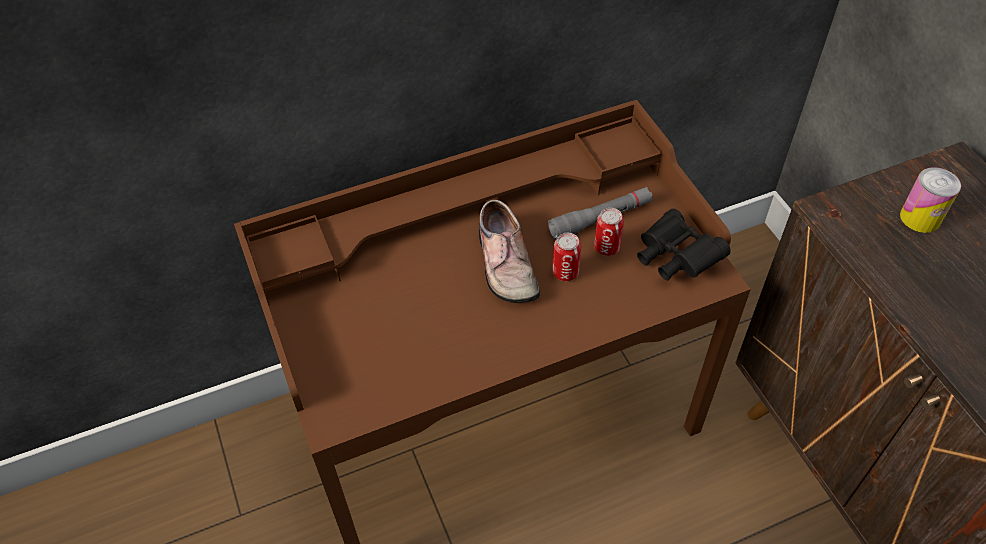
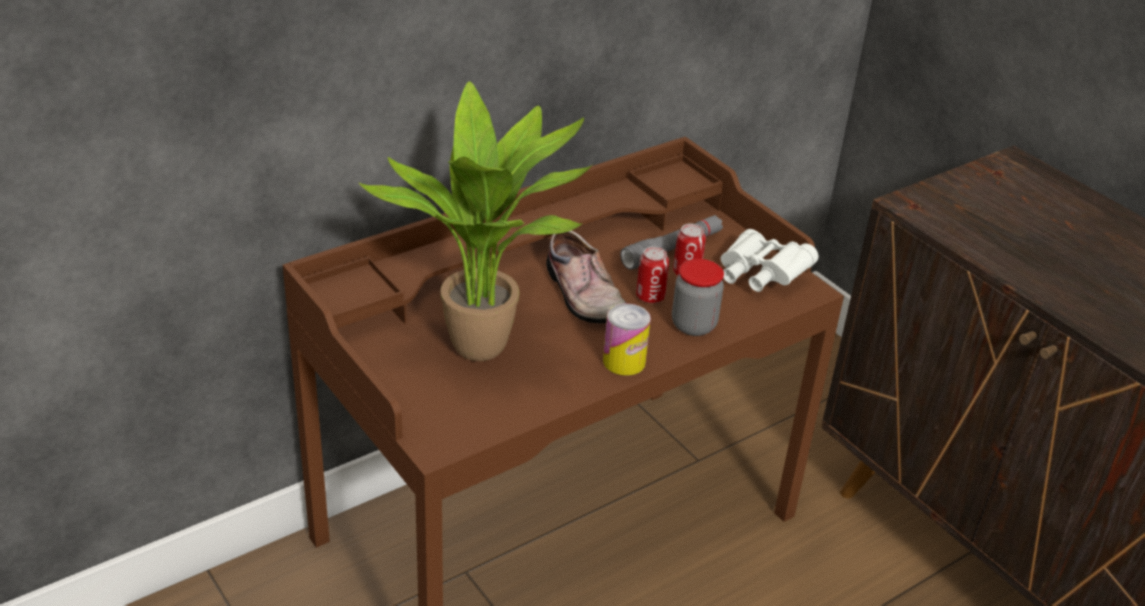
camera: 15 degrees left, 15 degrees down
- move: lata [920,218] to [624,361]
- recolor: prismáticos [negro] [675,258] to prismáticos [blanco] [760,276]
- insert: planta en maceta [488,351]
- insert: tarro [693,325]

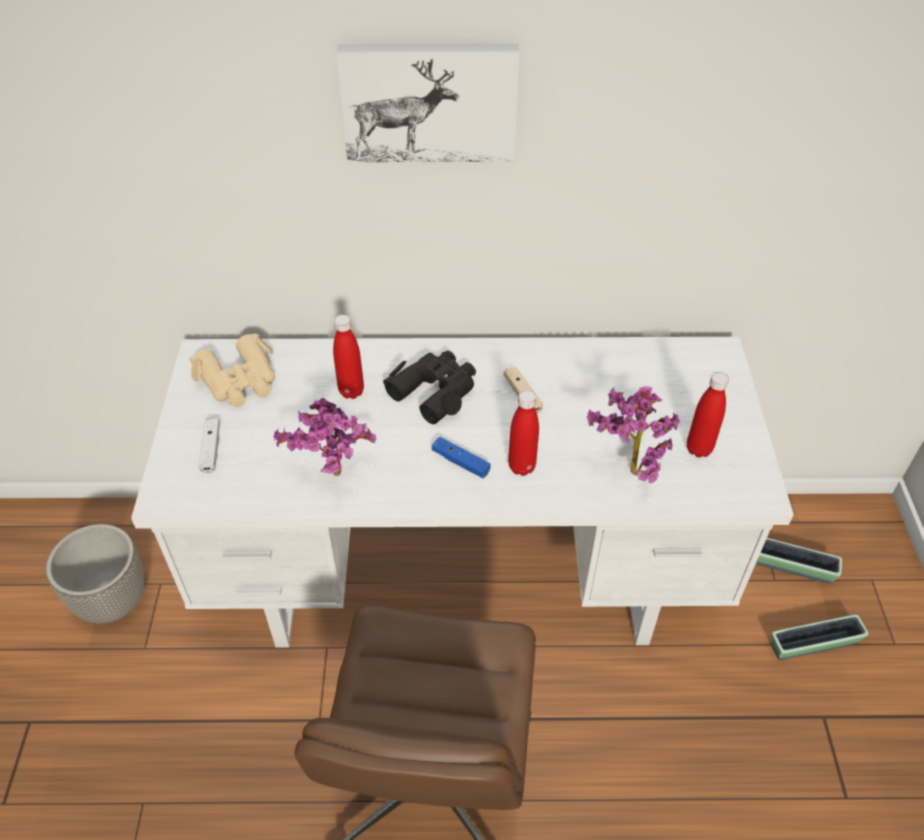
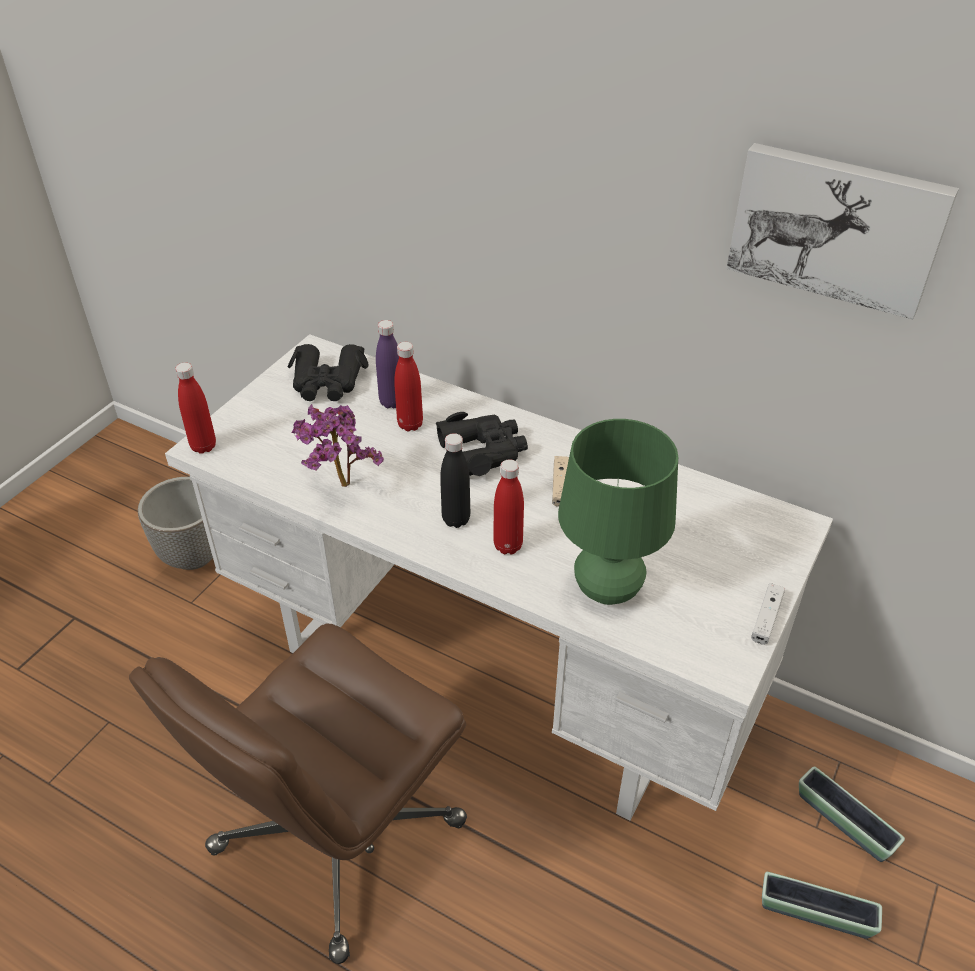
camera: 30 degrees right, 5 degrees down
- move: cuadro [429,100] to [836,227]
- recolor: prismáticos [beis] [240,380] to prismáticos [negro] [327,382]
- move: botella [rojo] [699,449] to [203,446]
- replace: planta en maceta [627,469] to lámpara de mesa [verde] [607,590]
- move: mando de consola [blanco] [211,450] to [766,618]
- replace: mando de consola [azul] [460,462] to botella [negro] [456,519]
- insert: botella [morado] [391,402]

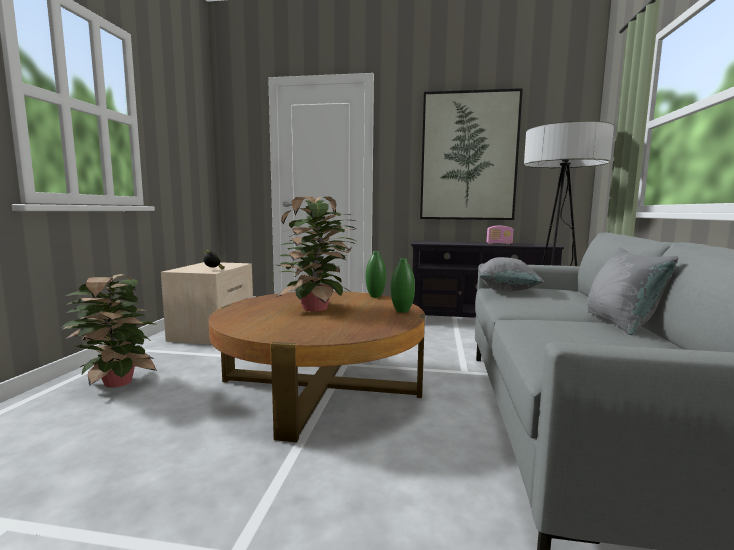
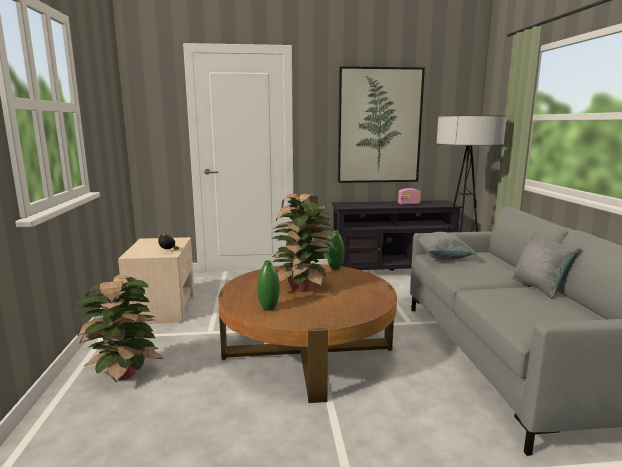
camera: 15 degrees left, 5 degrees up
- move: florero [verde] [402,311] to [268,308]

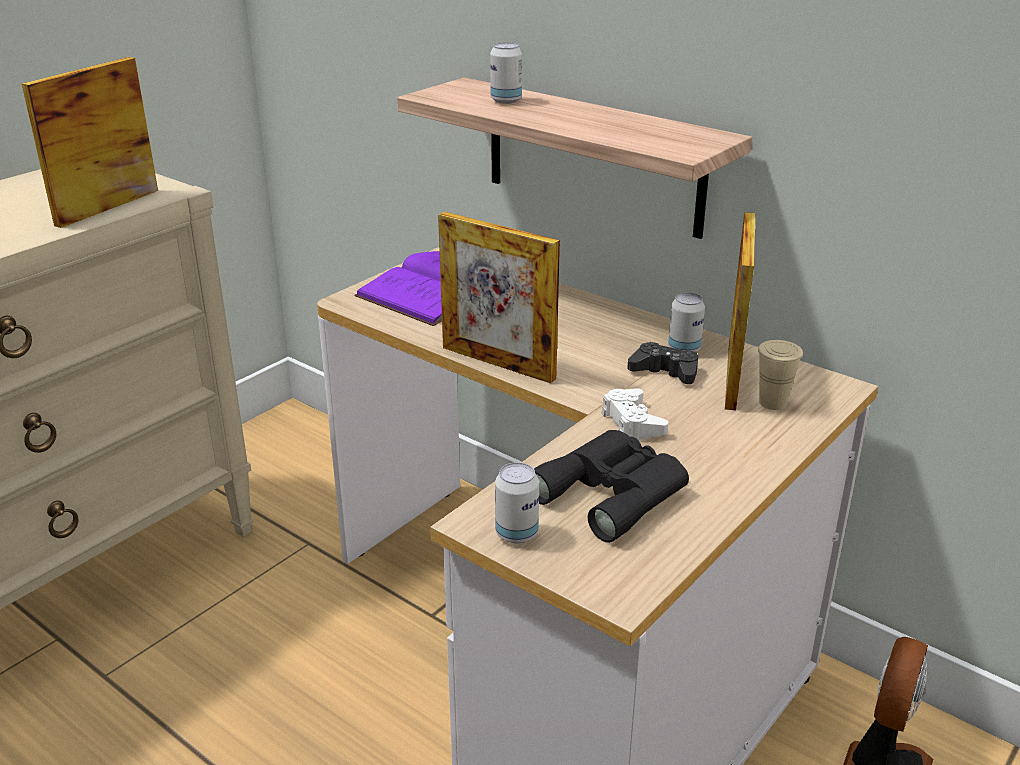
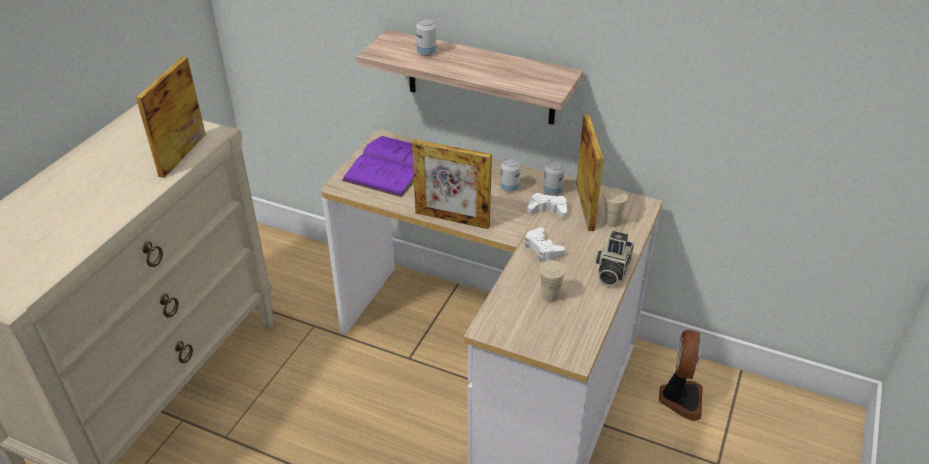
camera: 15 degrees left, 10 degrees up
- recolor: mando de consola [negro] [665,371] to mando de consola [blanco] [548,209]
- replace: prismáticos [negro] [614,492] to taza [beis] [550,296]
- move: lata [516,534] to [509,188]
- insert: cámara [611,271]

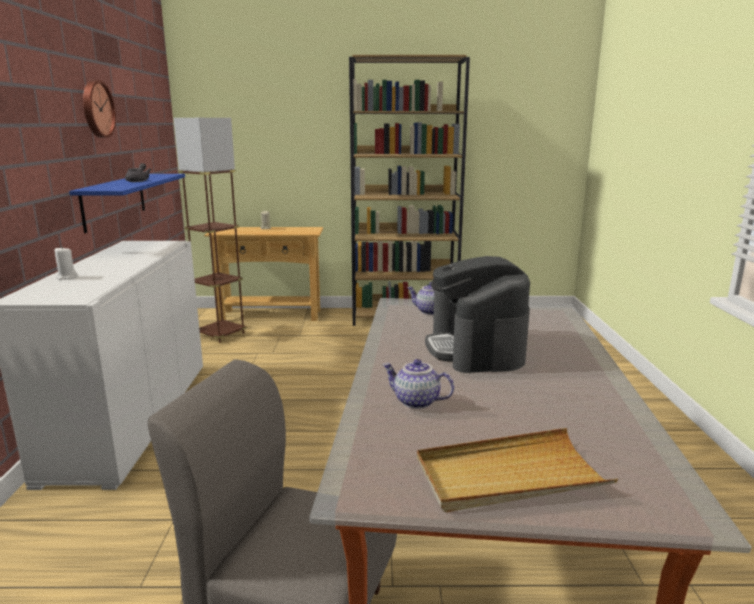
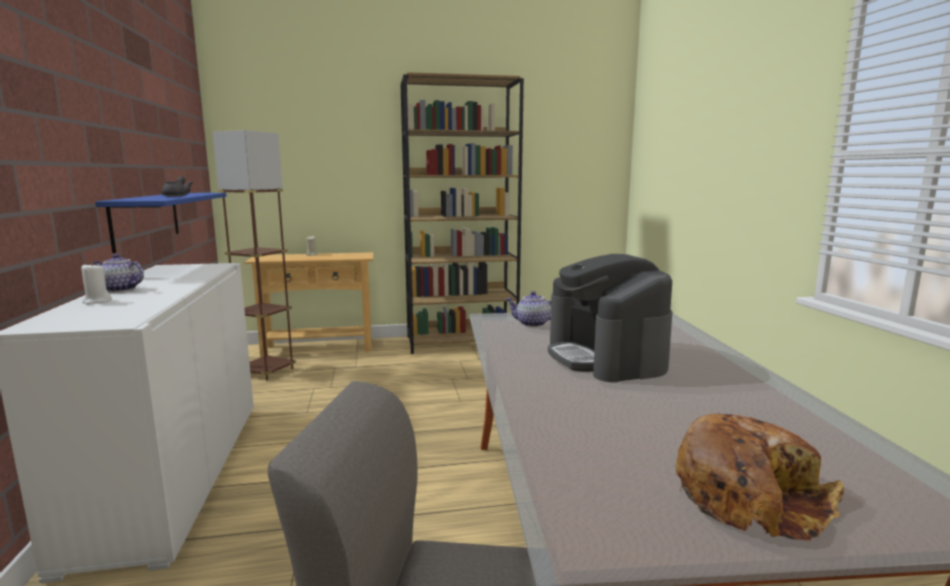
camera: 10 degrees left, 5 degrees down
- delete: reloj de pared [96,109]
- move: tetera [415,402] to [119,289]
- replace: bandeja [beis] [509,475] to pan [750,495]

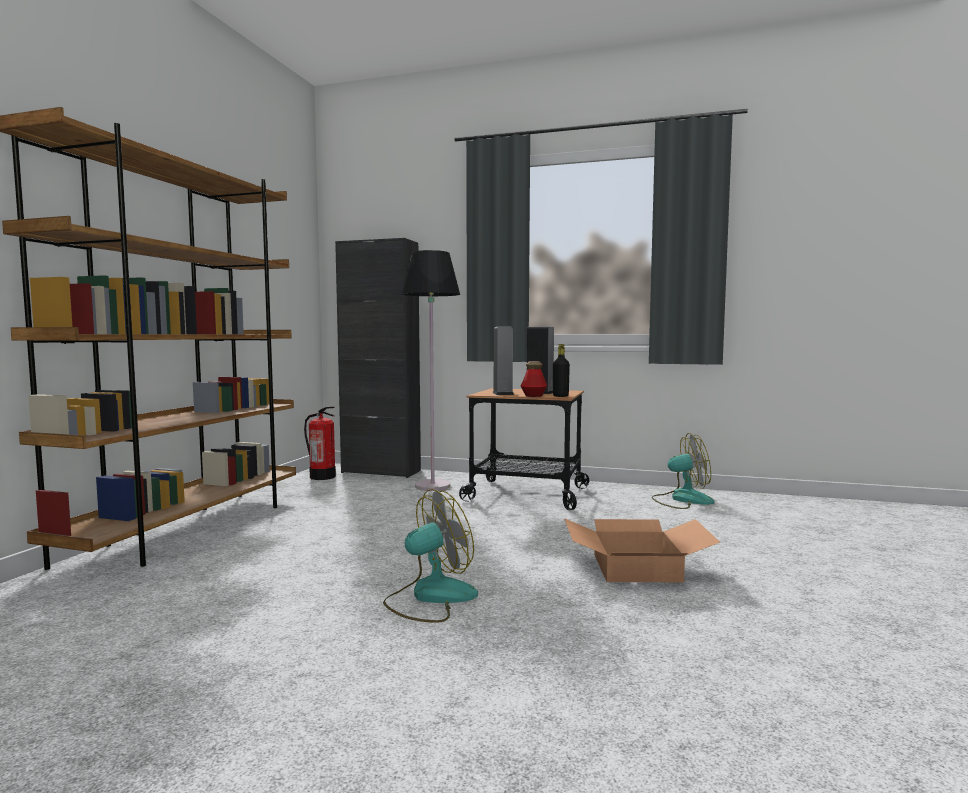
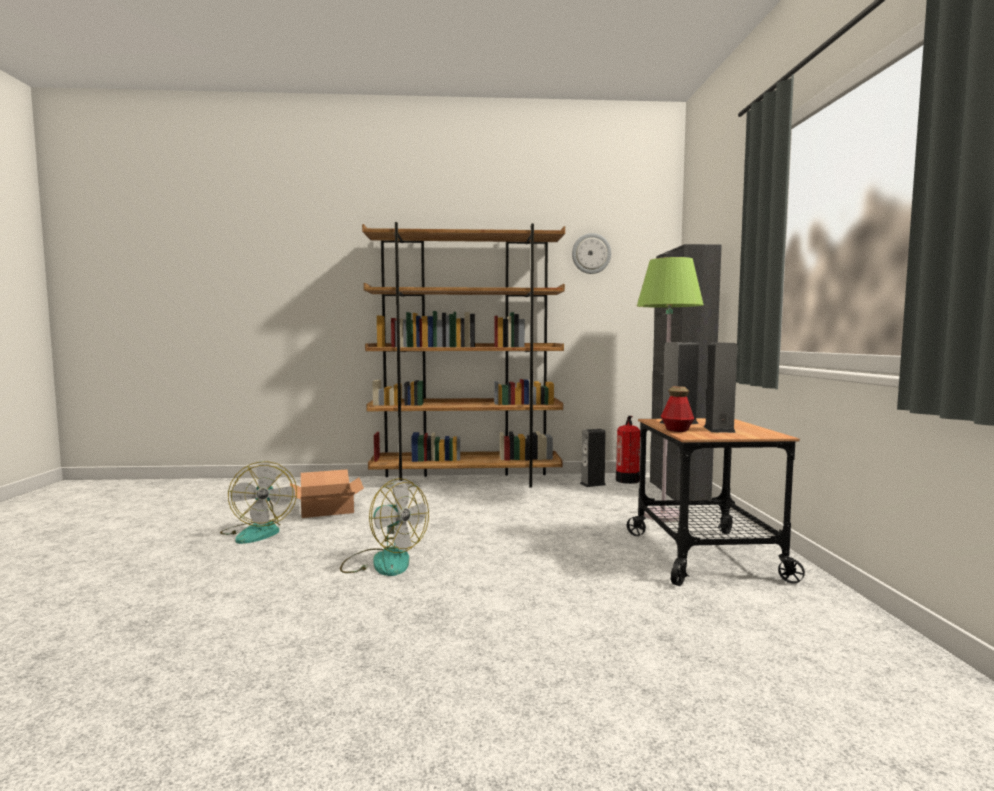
camera: 70 degrees right, 0 degrees up
- recolor: lámpara de pie [negro] [433,486] to lámpara de pie [verde] [663,515]
- delete: botella [negro] [560,396]
- move: ventilador [682,499] to [258,532]
- move: caja de cartón [635,568] to [326,508]
- insert: reloj de pared [591,253]
- insert: altavoz [593,484]

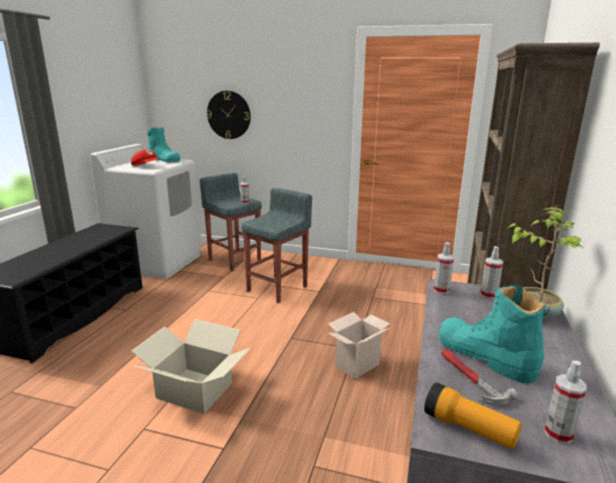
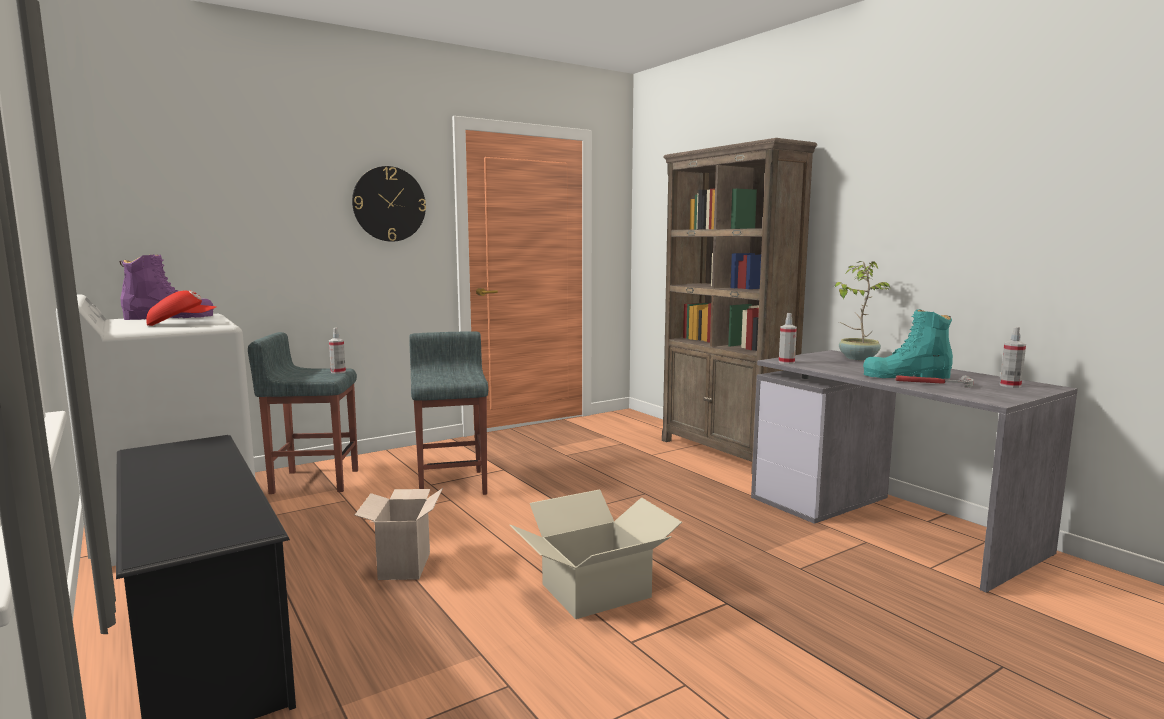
camera: 50 degrees left, 10 degrees down
- move: reloj de pared [229,115] to [389,204]
- recolor: bota [turquesa] [164,160] to bota [morado] [169,318]
- delete: pulverizador [488,295]
- move: caja de cartón [357,364] to [403,565]
- delete: linterna [469,429]

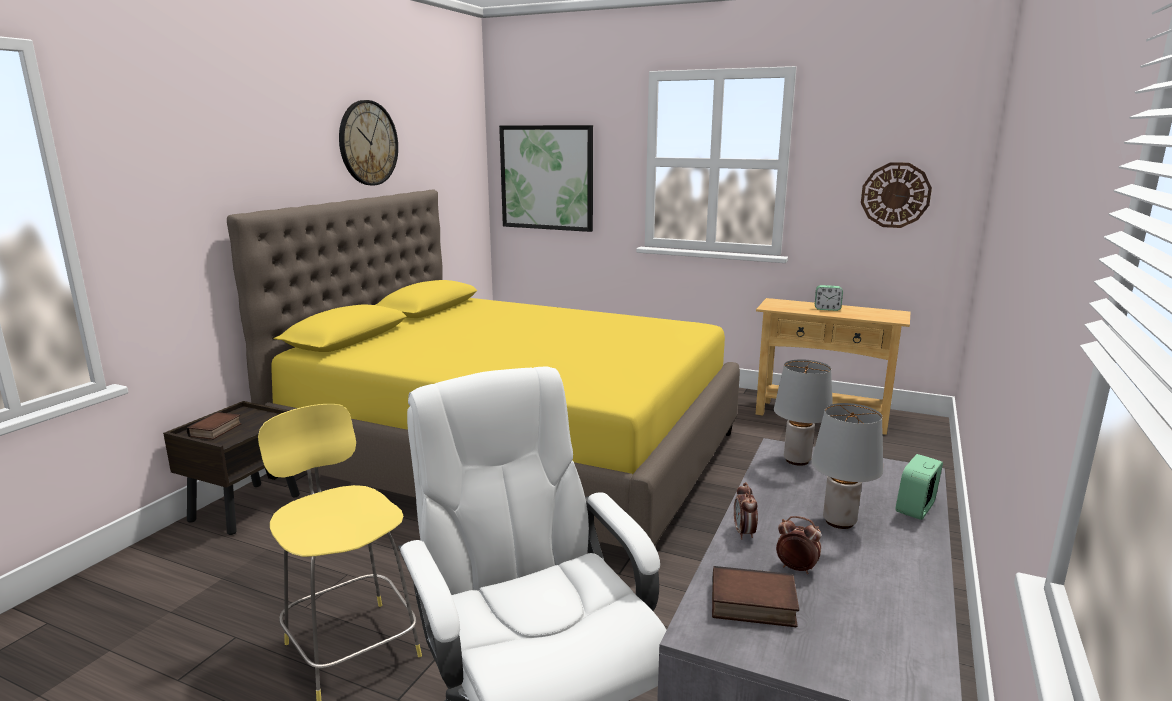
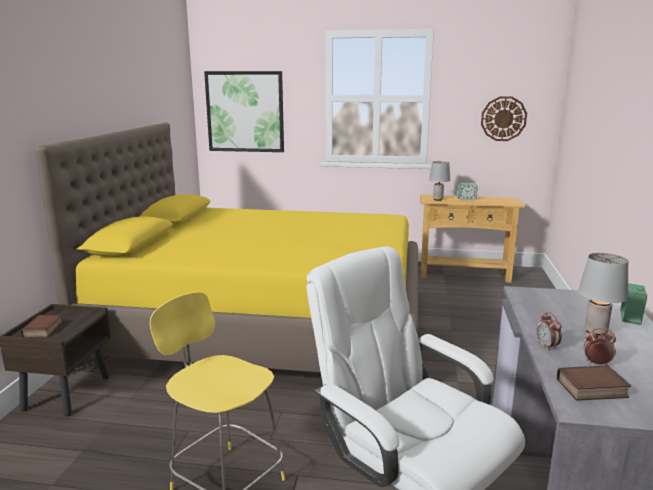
camera: 15 degrees left, 0 degrees up
- delete: reloj de pared [368,143]
- move: lámpara de mesa [gris] [797,460] to [438,199]

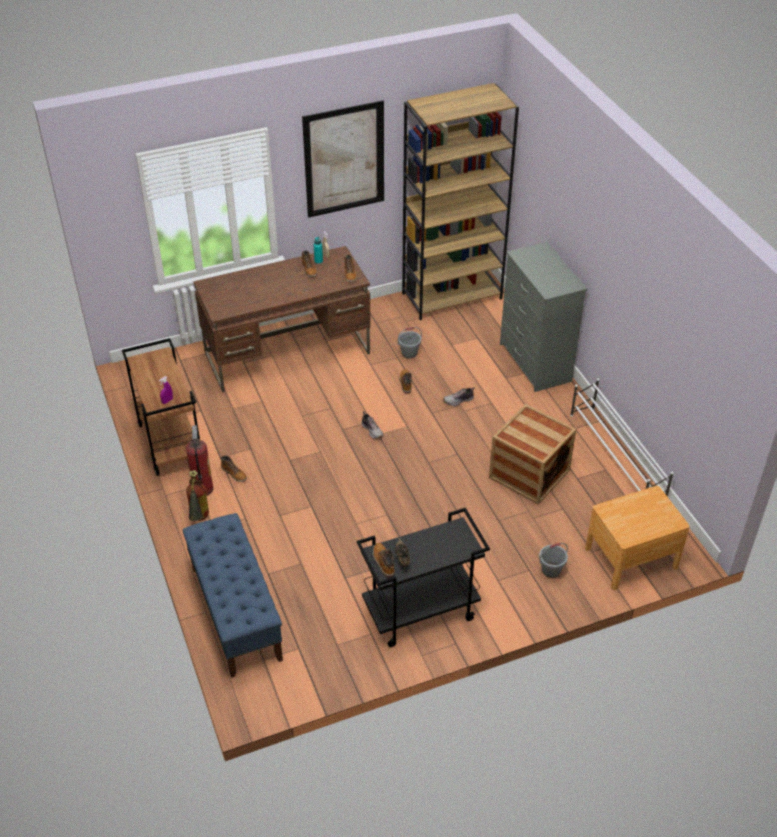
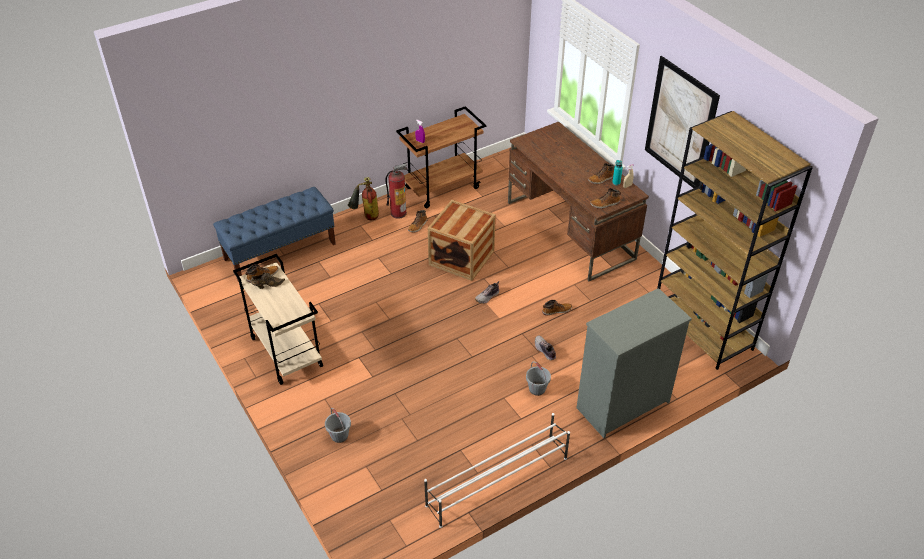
camera: 80 degrees right, 0 degrees up
- move: cubo [gris] [409,353] to [537,389]
- move: caja de embalaje [529,474] to [461,258]
- delete: mesita de noche [marrón] [631,557]
- recolor: carrito [negro] [420,613] to carrito [beis] [285,352]

